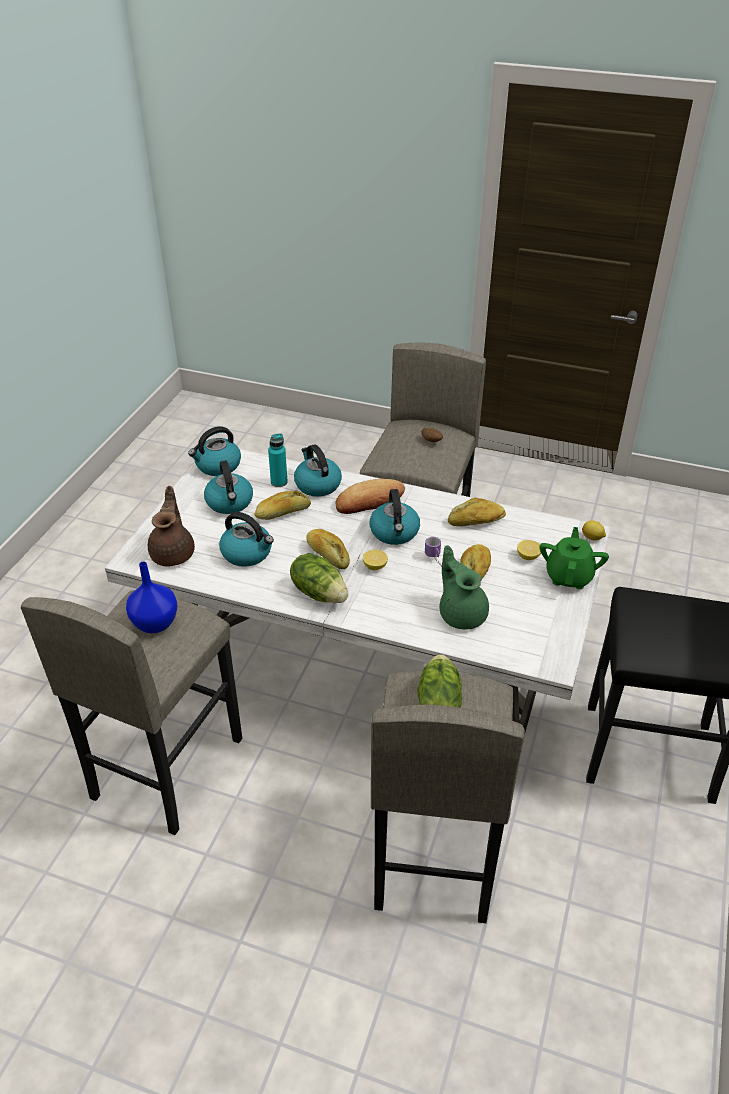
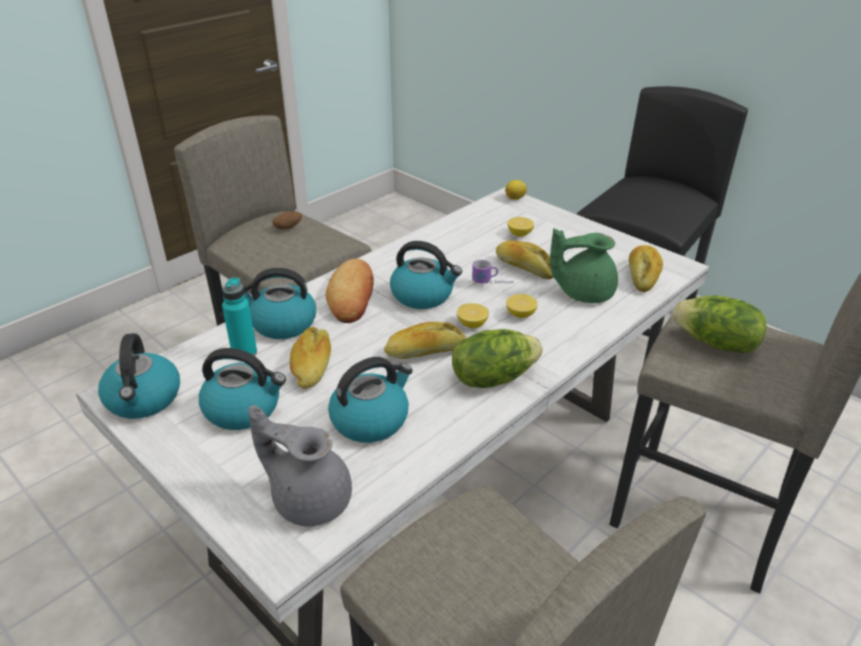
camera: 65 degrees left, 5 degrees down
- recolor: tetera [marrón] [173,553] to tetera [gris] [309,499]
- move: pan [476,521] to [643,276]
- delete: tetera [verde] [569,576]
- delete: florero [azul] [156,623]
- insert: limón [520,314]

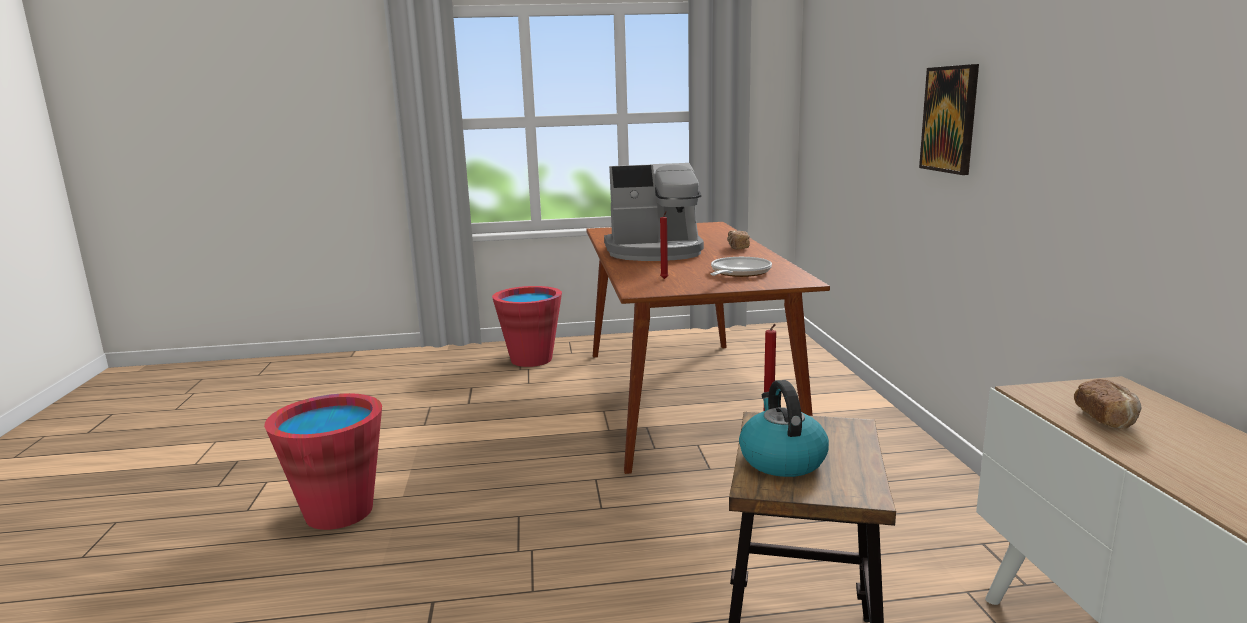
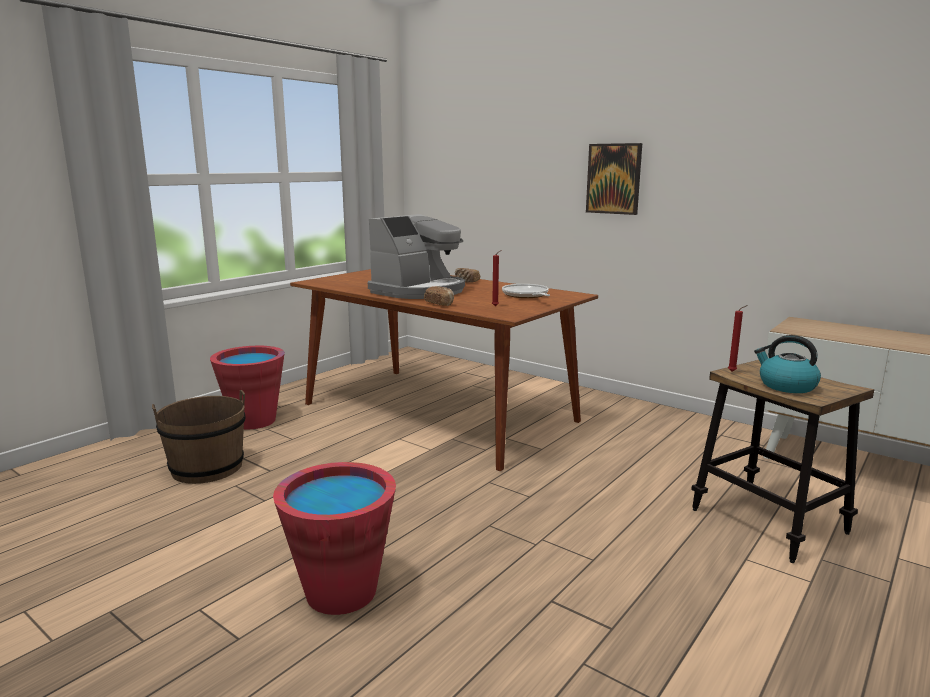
camera: 45 degrees left, 0 degrees up
- move: pan [1106,418] to [440,304]
- insert: cubo [marrón] [207,468]

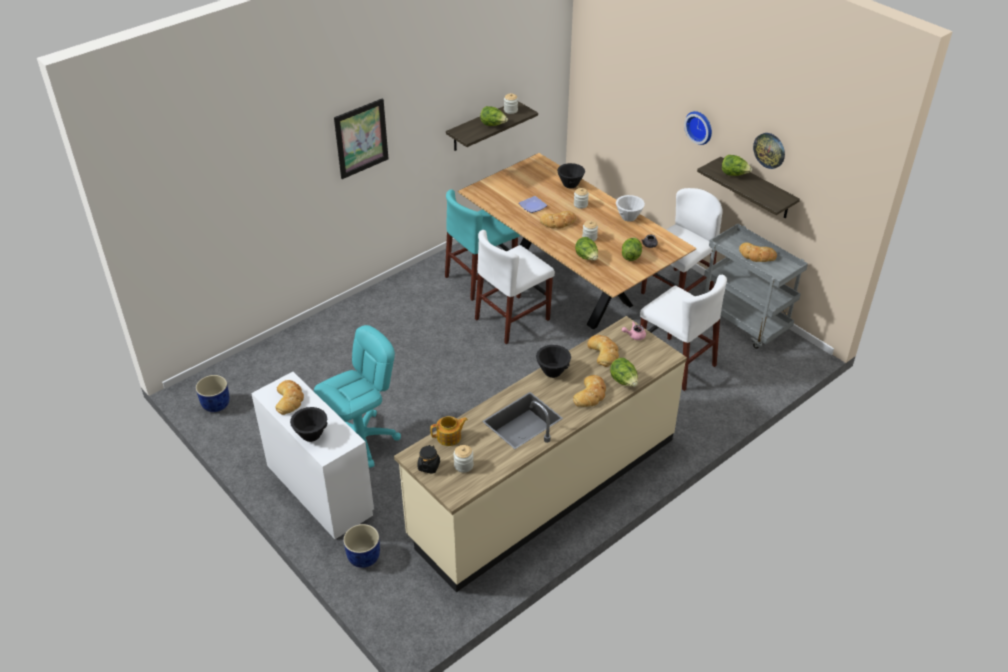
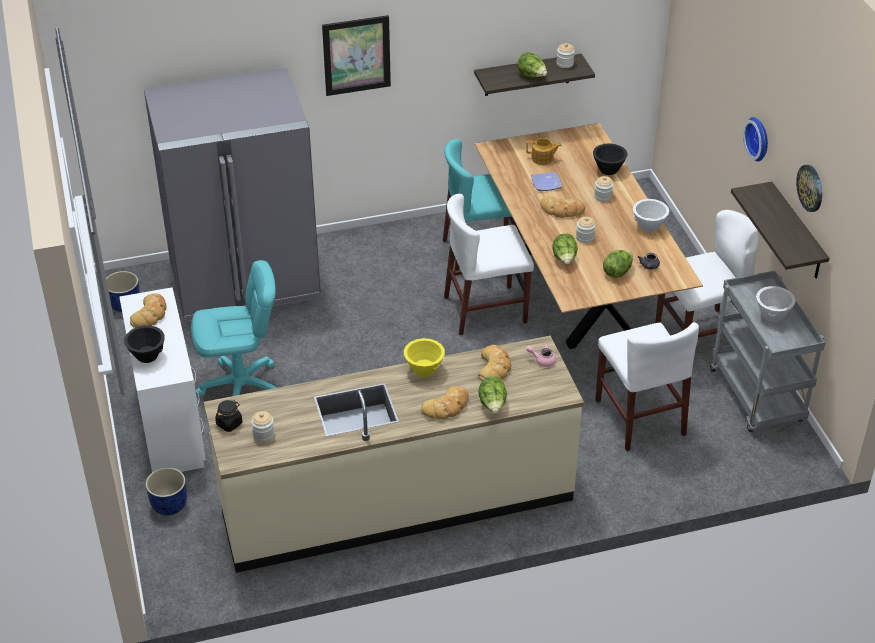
camera: 25 degrees right, 0 degrees up
- delete: lechuga [734,174]
- replace: pan [756,255] to cuenco [blanco] [772,315]
- recolor: cuenco [negro] [552,371] to cuenco [amarillo] [424,369]
- move: tetera [449,437] to [543,159]
- insert: nevera [gris] [245,281]

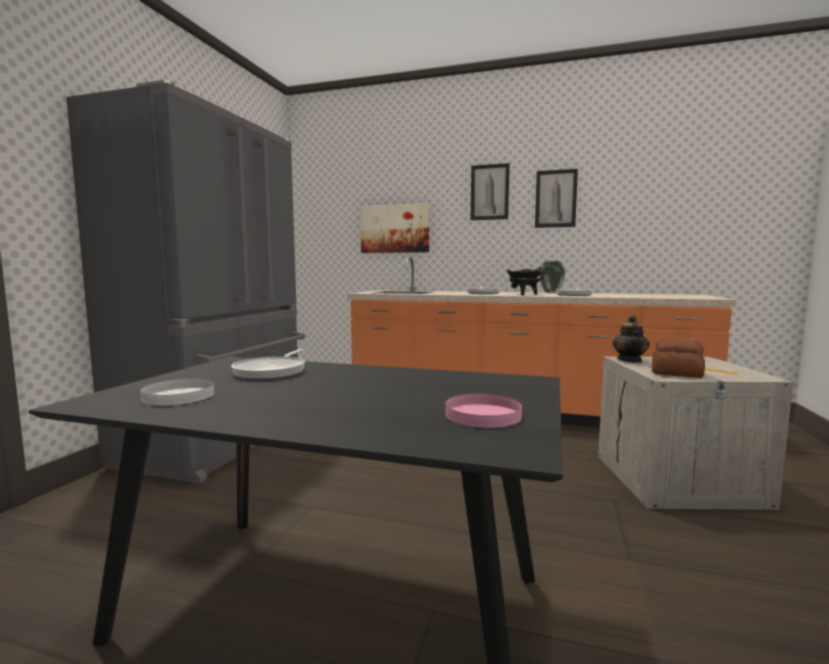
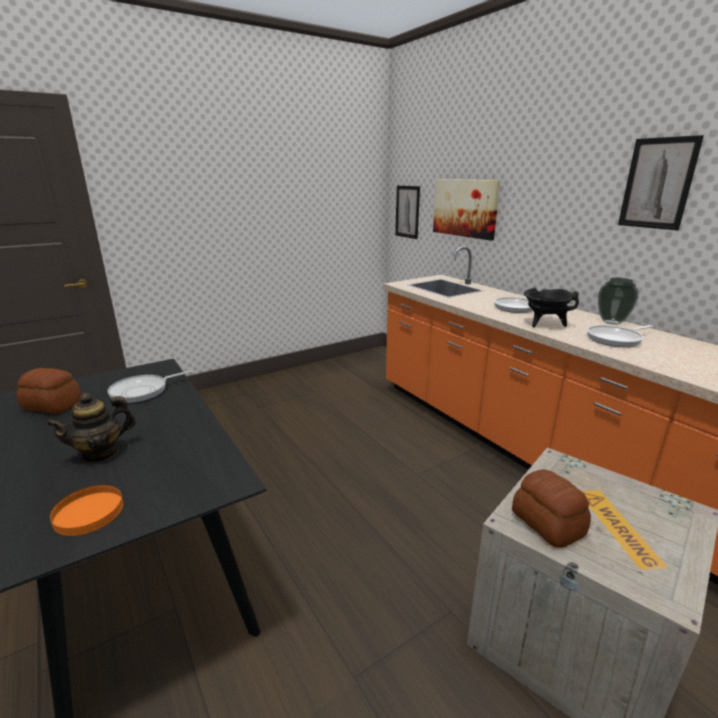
camera: 40 degrees right, 15 degrees up
- delete: nevera [gris] [220,443]
- move: cuadro [489,192] to [407,212]
- move: tetera [630,360] to [100,453]
- replace: plato [blanco] [178,396] to pan [53,405]
- recolor: plato [rosa] [482,414] to plato [naranja] [89,512]

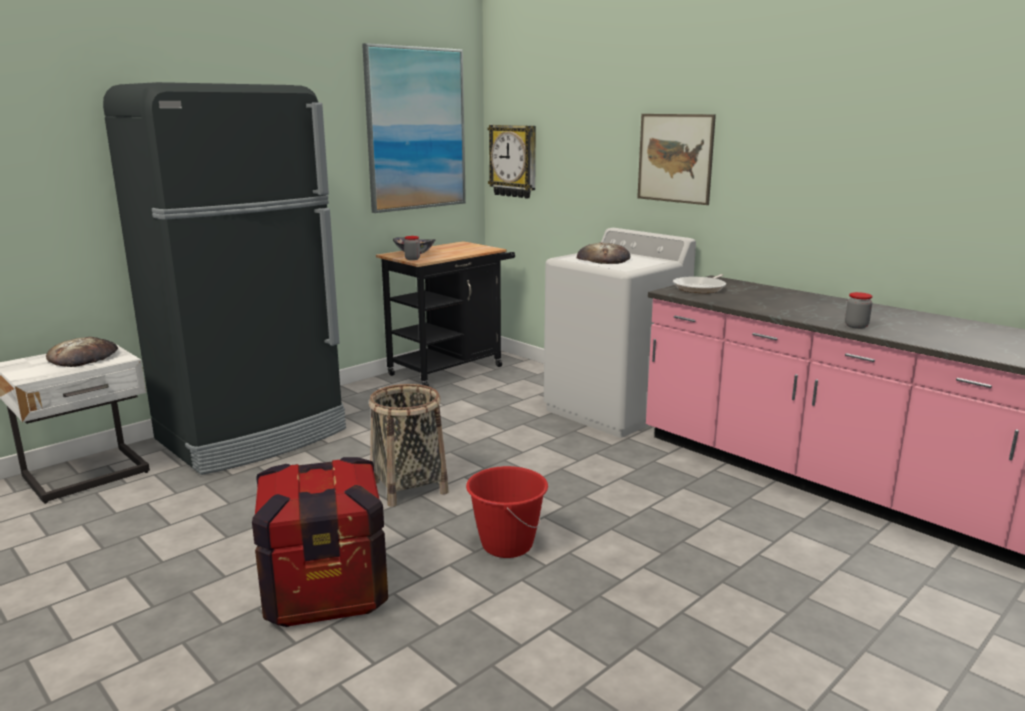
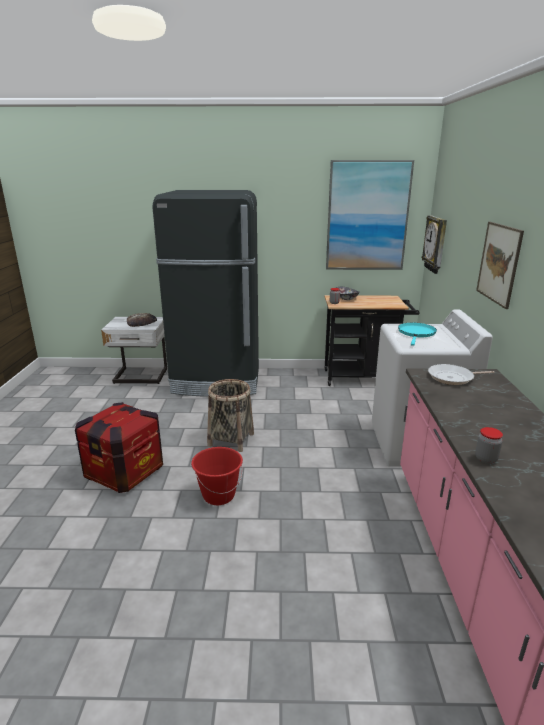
camera: 45 degrees right, 5 degrees up
- replace: pan [603,259] to sartén [turquesa] [416,333]

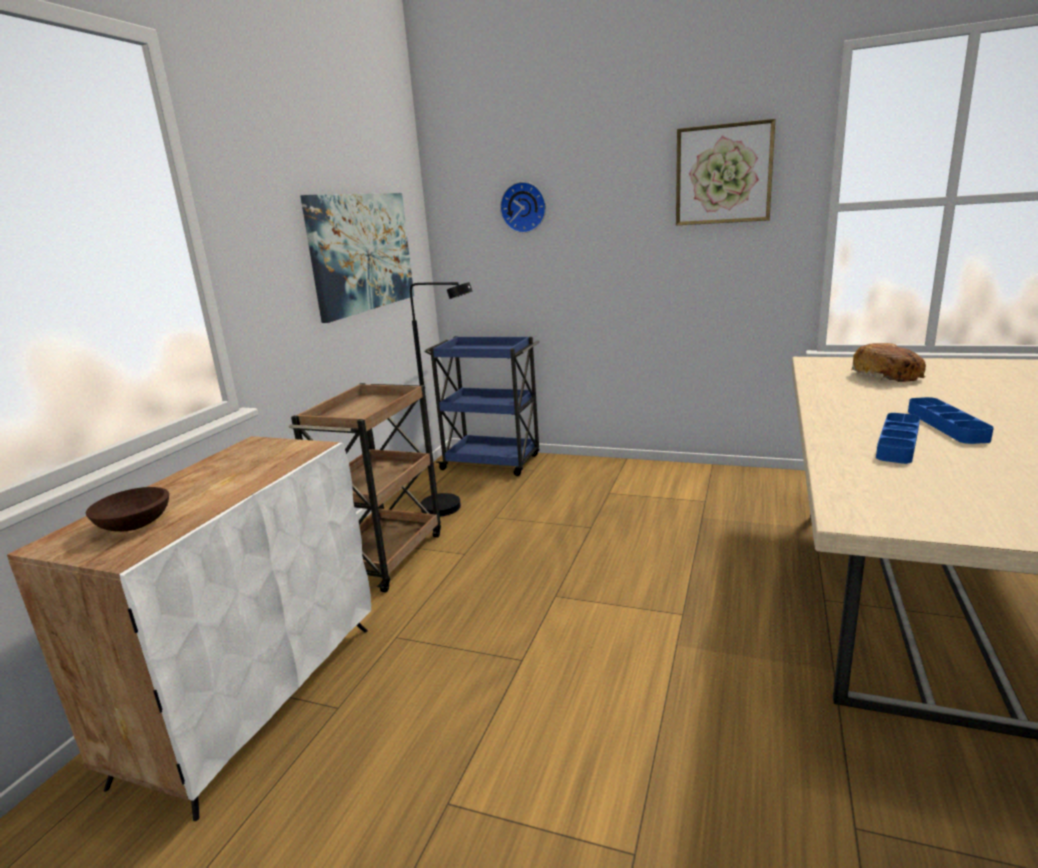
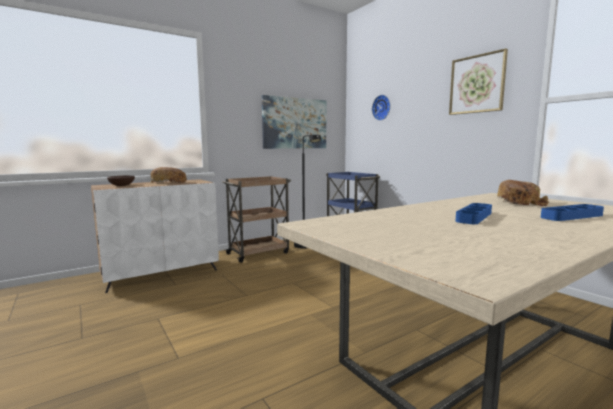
camera: 35 degrees right, 10 degrees down
- move: bandeja [azul] [898,443] to [571,216]
- insert: pan [168,183]

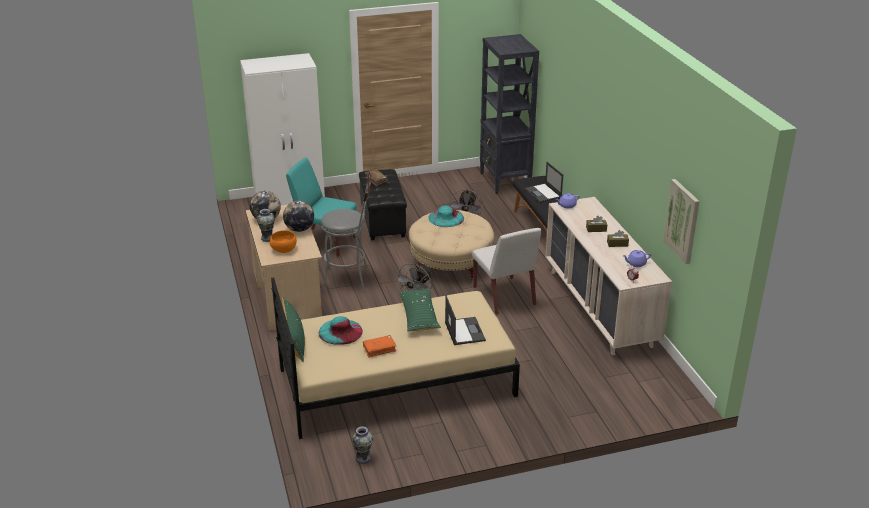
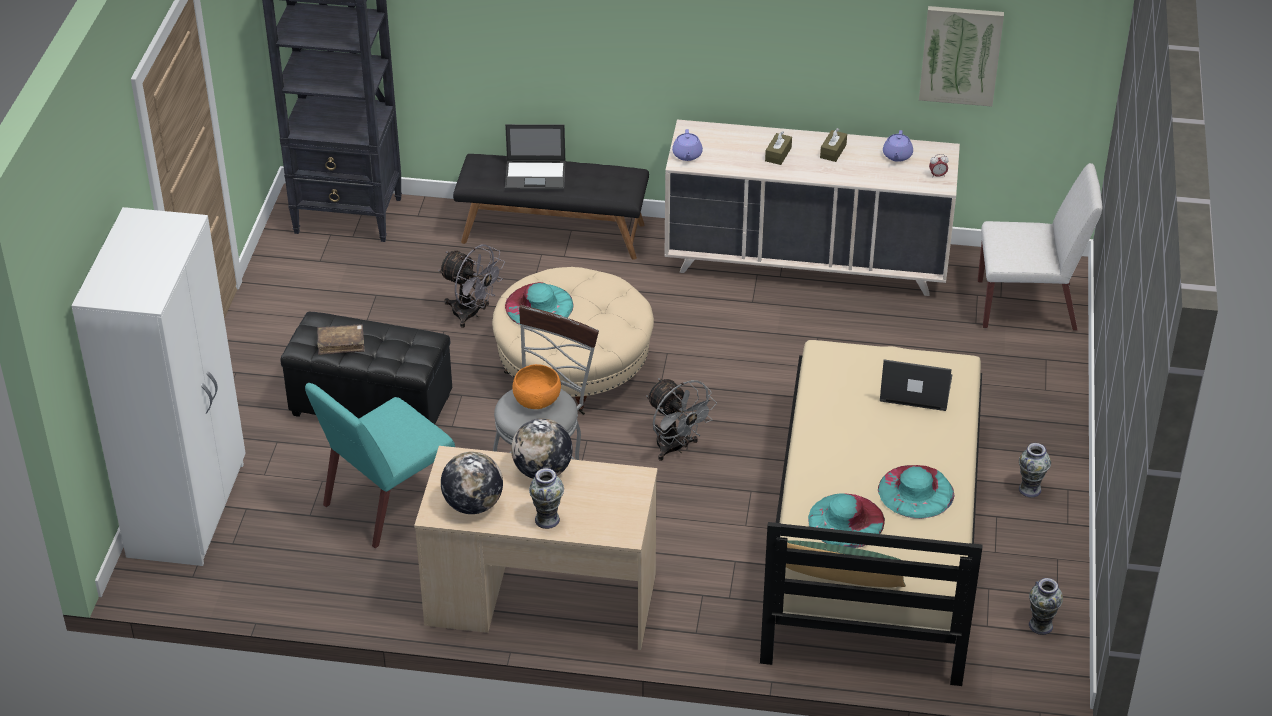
camera: 65 degrees left, 10 degrees up
- move: silla [blanco] [504,296] to [1028,305]
- move: cuenco [naranja] [283,249] to [536,400]
- delete: cojín [verde] [419,316]
- replace: libro [naranja] [379,349] to sombrero [turquesa] [916,491]
- insert: florero [1029,489]

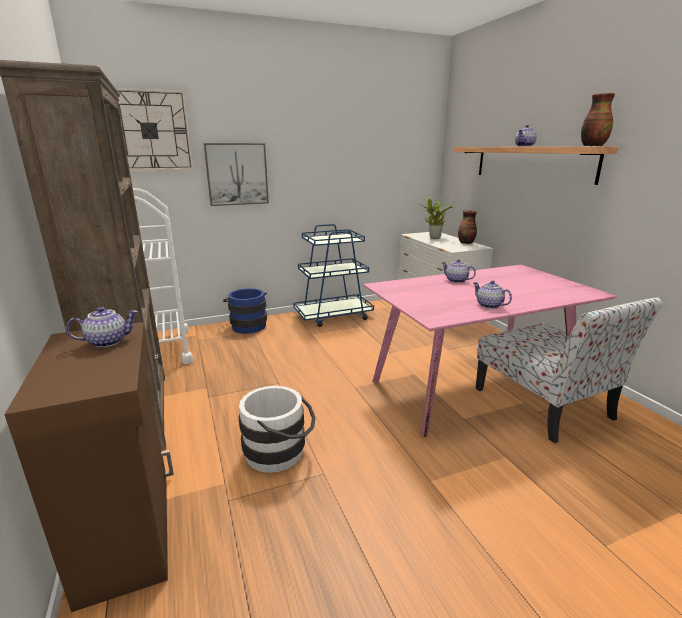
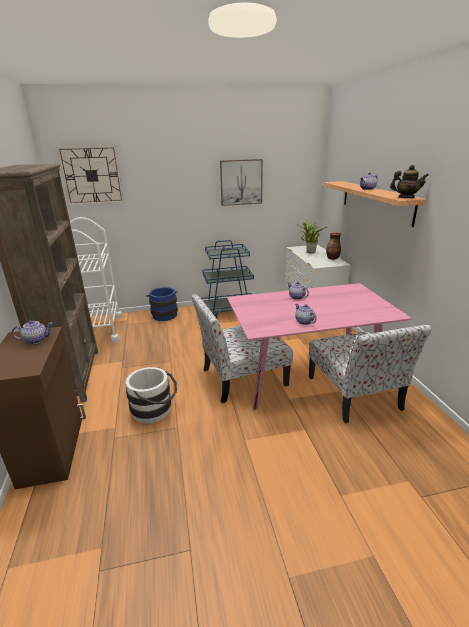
camera: 10 degrees right, 5 degrees up
- replace: florero [592,146] to tetera [406,198]
- move: cuadro [237,174] to [241,182]
- insert: silla [242,377]

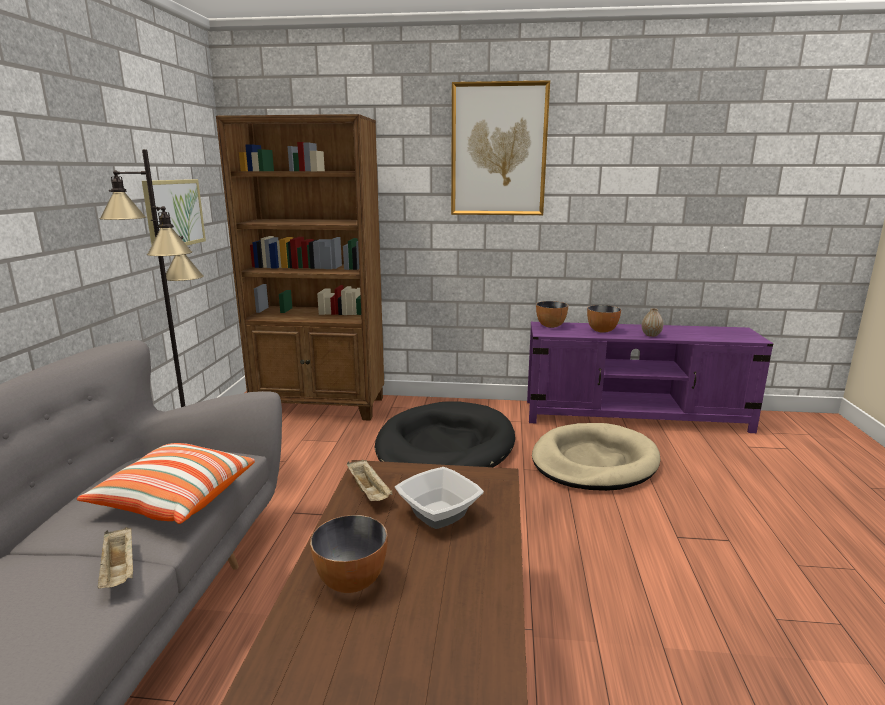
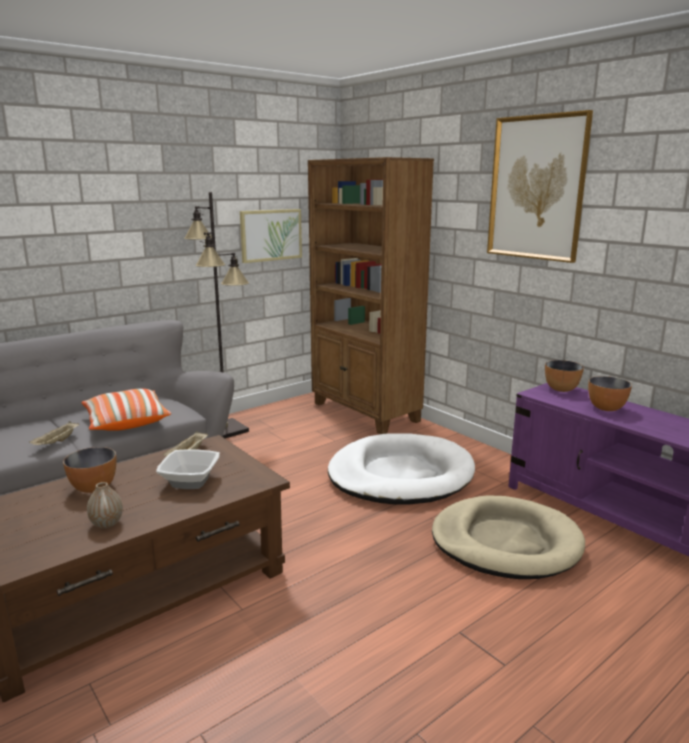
camera: 45 degrees right, 0 degrees up
- move: florero [651,335] to [107,524]
- recolor: cama para perro [negro] [445,447] to cama para perro [blanco] [400,475]

